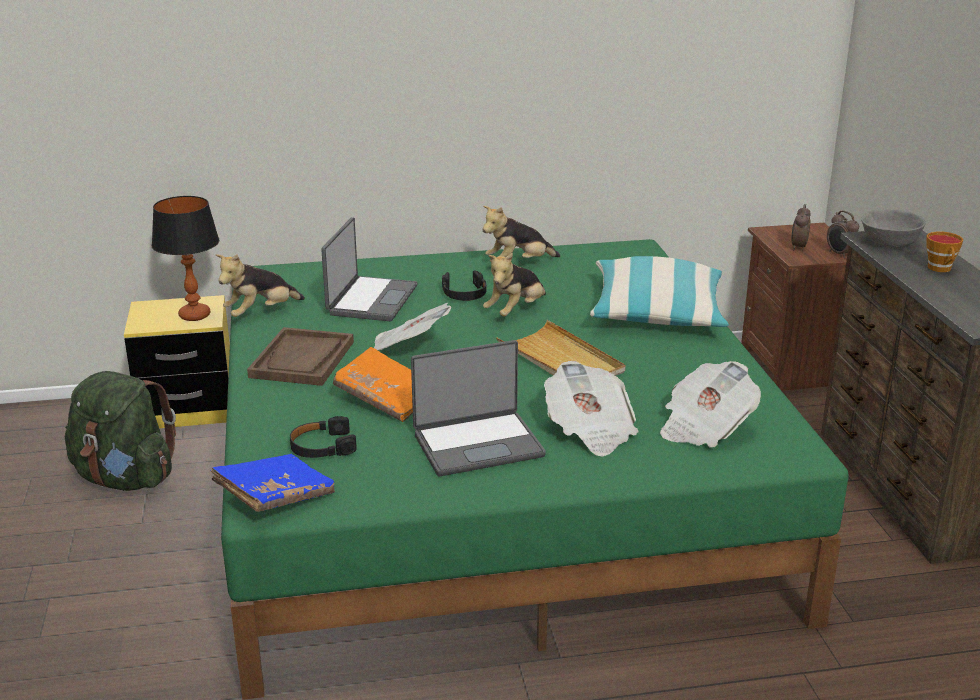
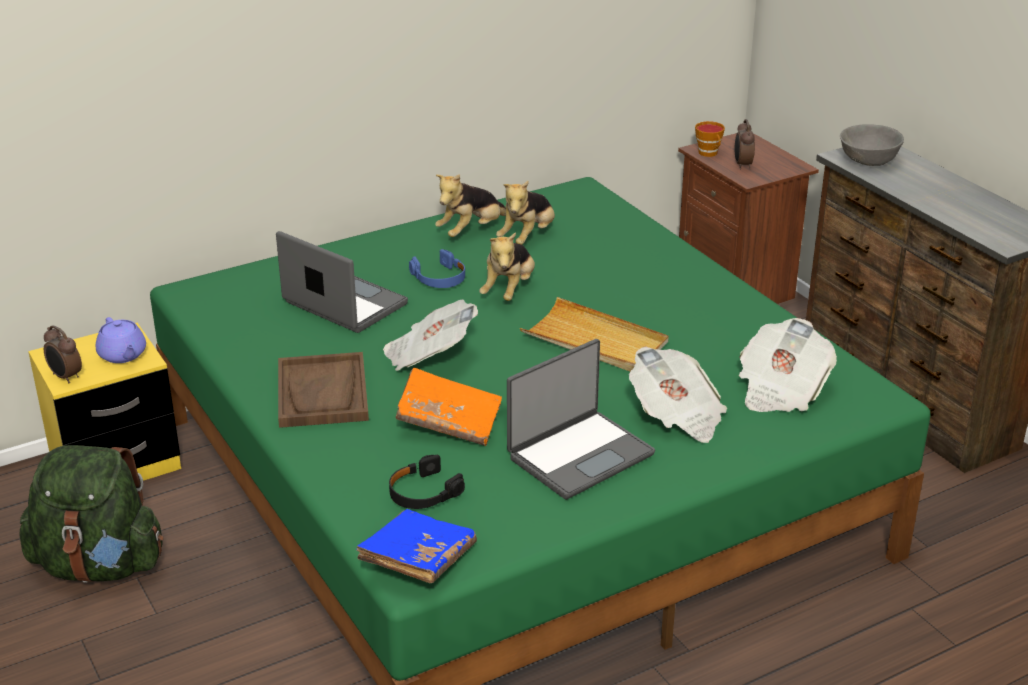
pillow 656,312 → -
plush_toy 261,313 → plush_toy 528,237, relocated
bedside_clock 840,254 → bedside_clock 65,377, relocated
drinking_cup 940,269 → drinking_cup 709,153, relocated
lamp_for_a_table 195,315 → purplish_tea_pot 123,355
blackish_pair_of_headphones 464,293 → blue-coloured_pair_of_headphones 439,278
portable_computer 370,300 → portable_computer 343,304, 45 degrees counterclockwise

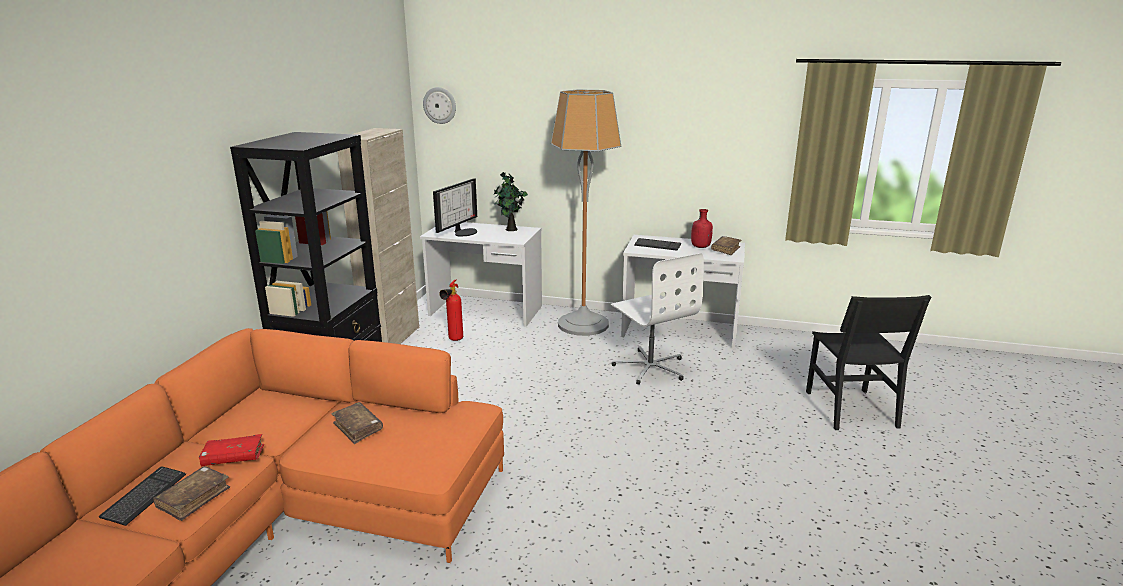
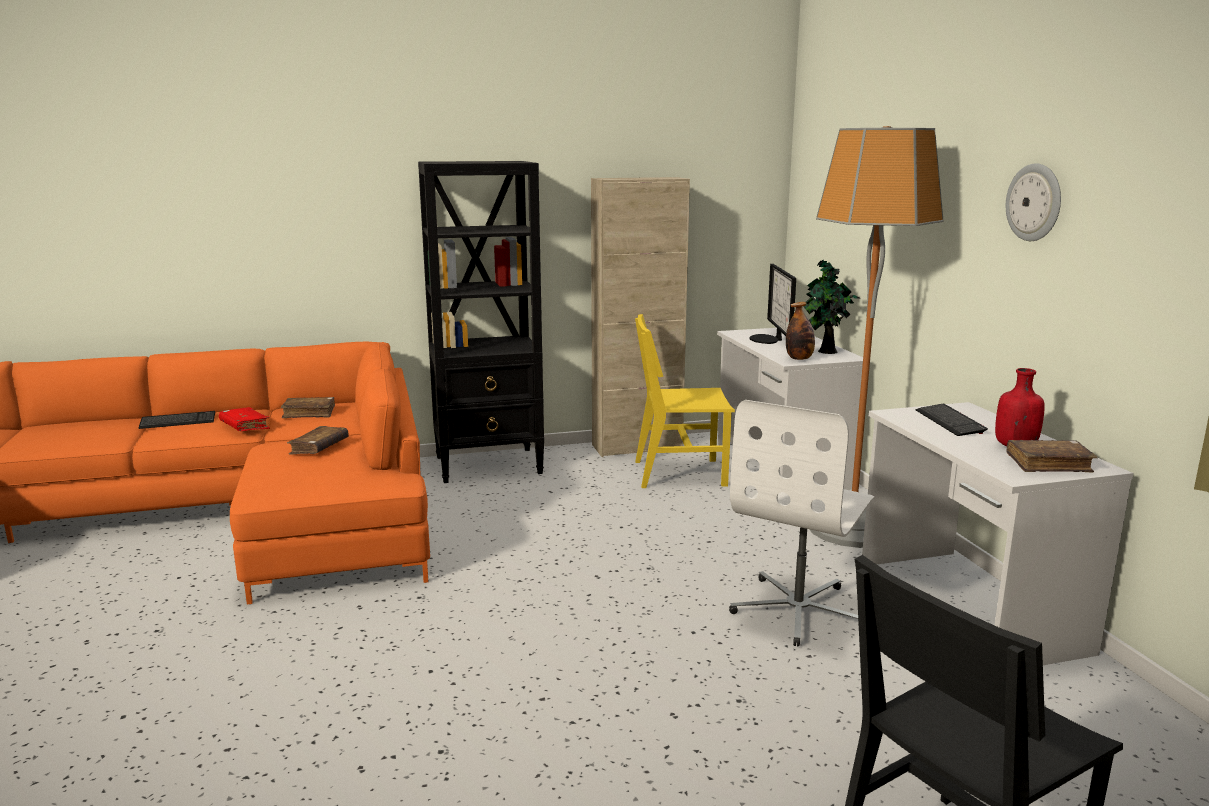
- → bottle 799,358
brown_bound_book 194,498 → brown_bound_book 309,413, relocated
clock_on_the_wall 440,105 → clock_on_the_wall 1034,202, relocated
extinguisher 454,340 → yellowish_plain_chair 679,473
computer_screen 463,232 → computer_screen 768,339, 90 degrees clockwise

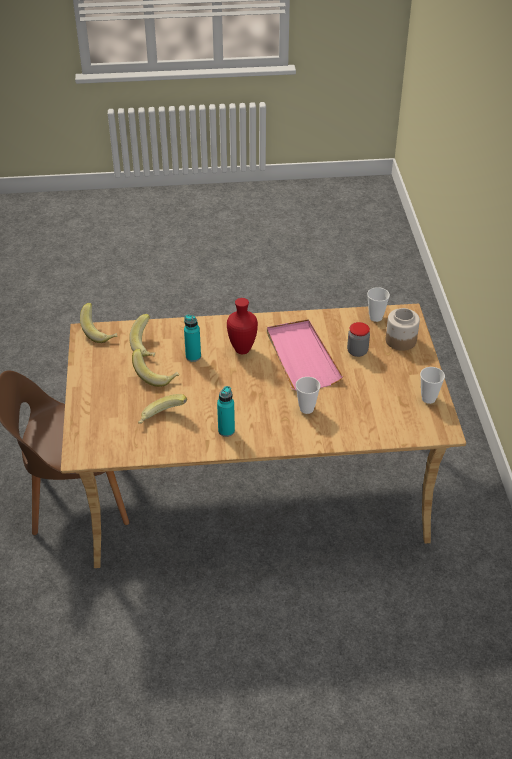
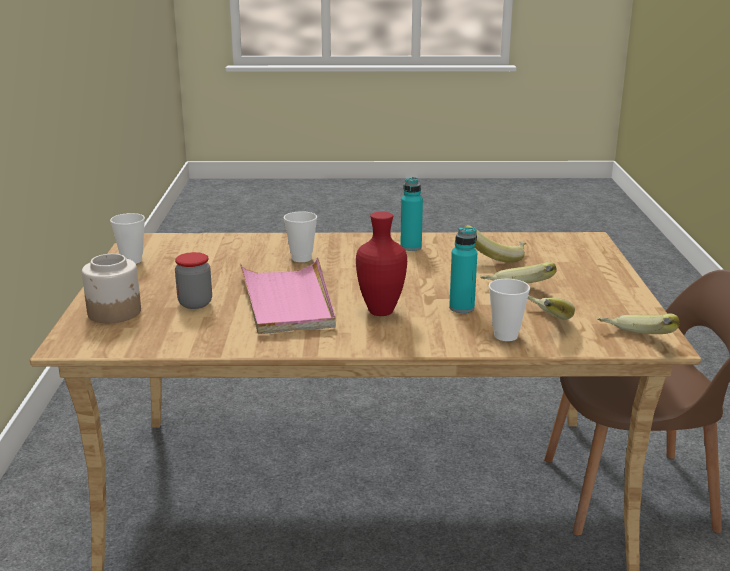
drinking_cup 376,317 → drinking_cup 505,336, relocated

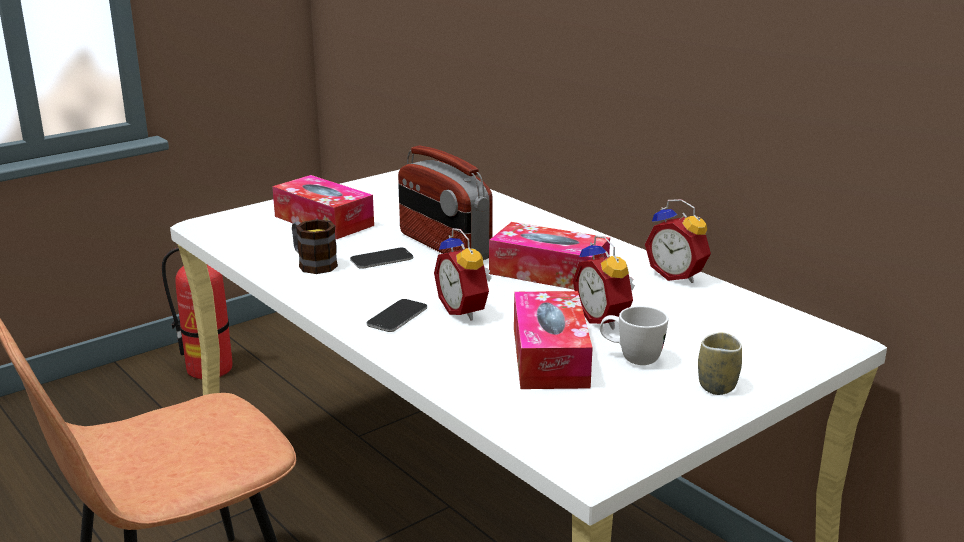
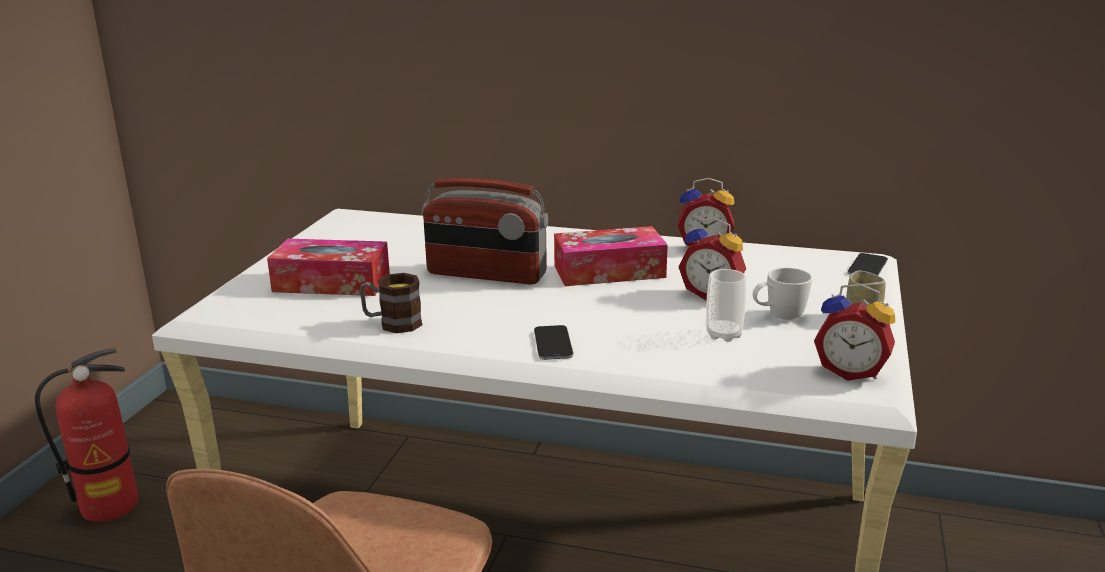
phone 381,259 → phone 867,267, relocated
bedside_clock 465,310 → bedside_clock 851,371, relocated
tissue_holder 550,357 → drinking_cup 723,335

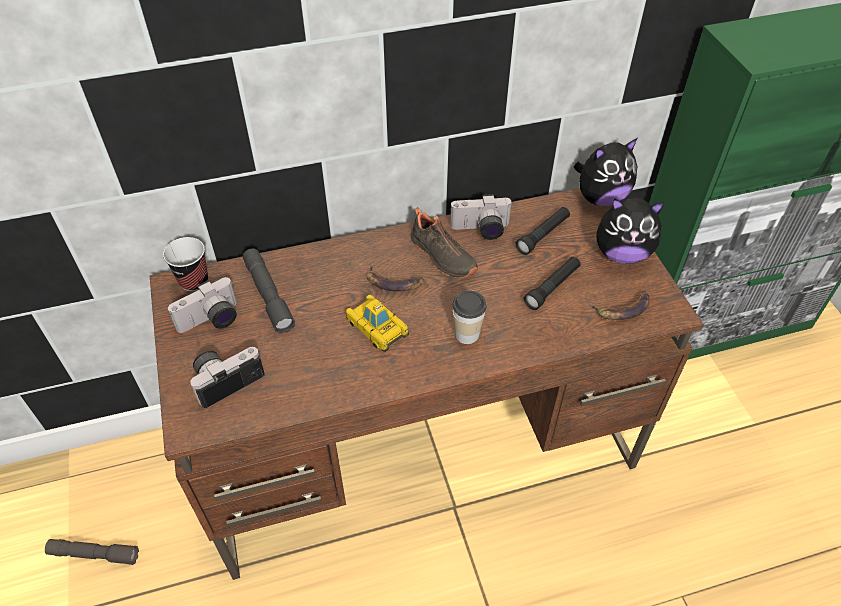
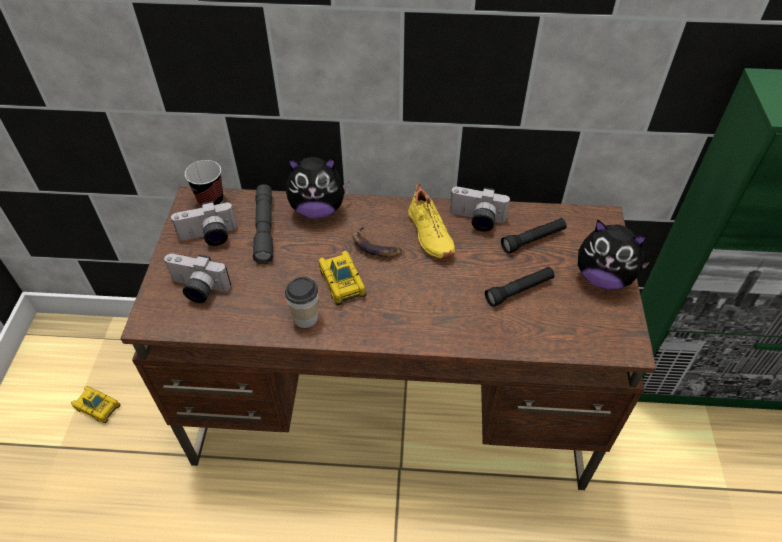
banana 623,309 → -
drinking_cup 467,334 → drinking_cup 306,318, relocated
plush_toy 600,197 → plush_toy 318,209, relocated
grey_torch 94,554 → model_car 97,406
blackish_low_shoe 441,257 → yellowish_low_shoe 428,235
still_camera 226,379 → still_camera 197,289, 150 degrees counterclockwise

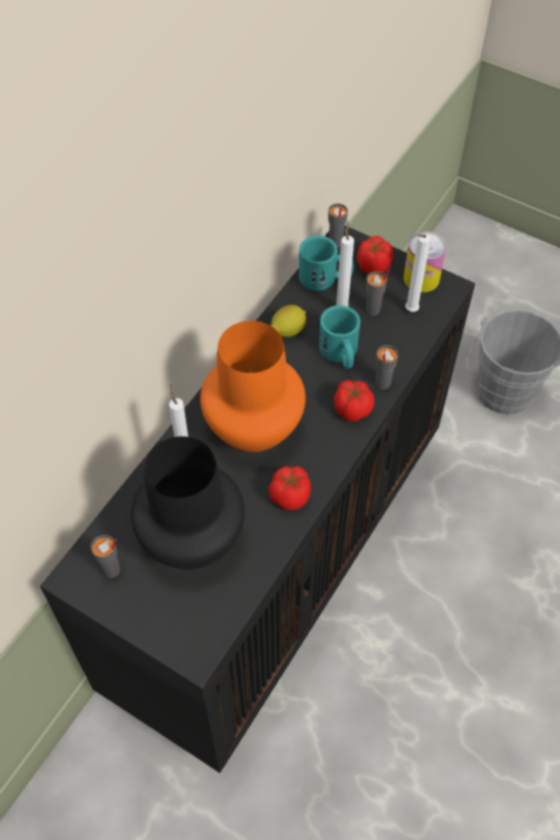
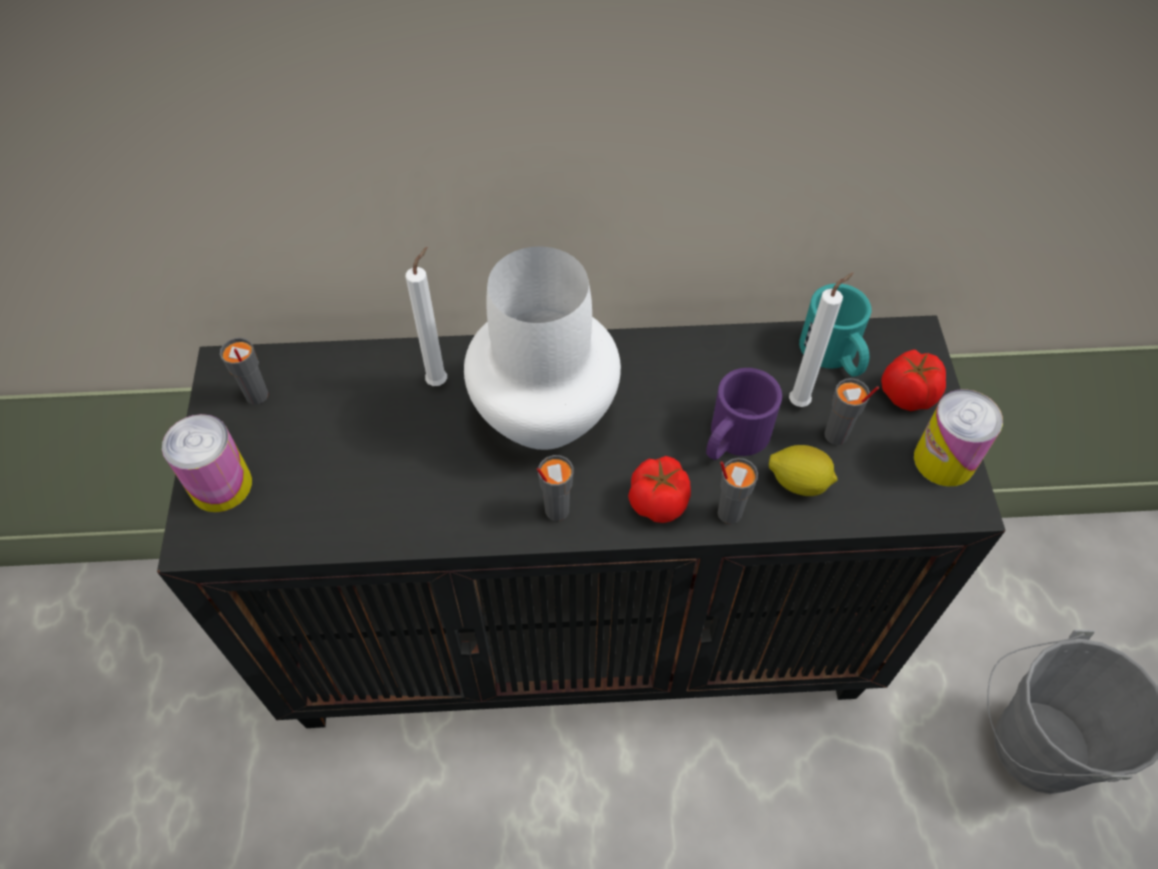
blackish_vase 190,539 → -
whole_tomato 290,495 → -
white_wax_light 409,311 → -
- → sealed_can 221,485
whole_lemon 287,331 → whole_lemon 798,482, relocated
grey_drinking_cup 335,242 → grey_drinking_cup 556,510, relocated
orange-coloured_vase 255,427 → white_vase 546,416
turquoise_coffee_mug 340,354 → purplish_coffee_mug 732,440

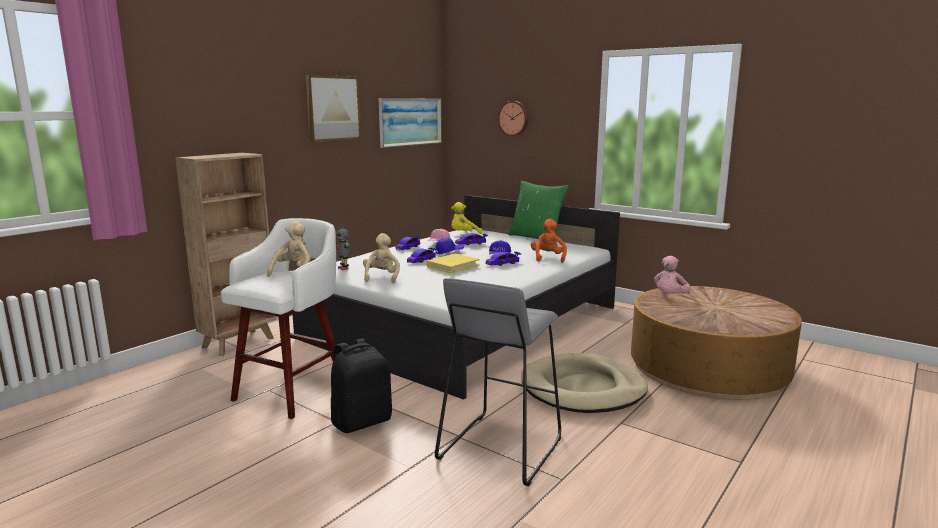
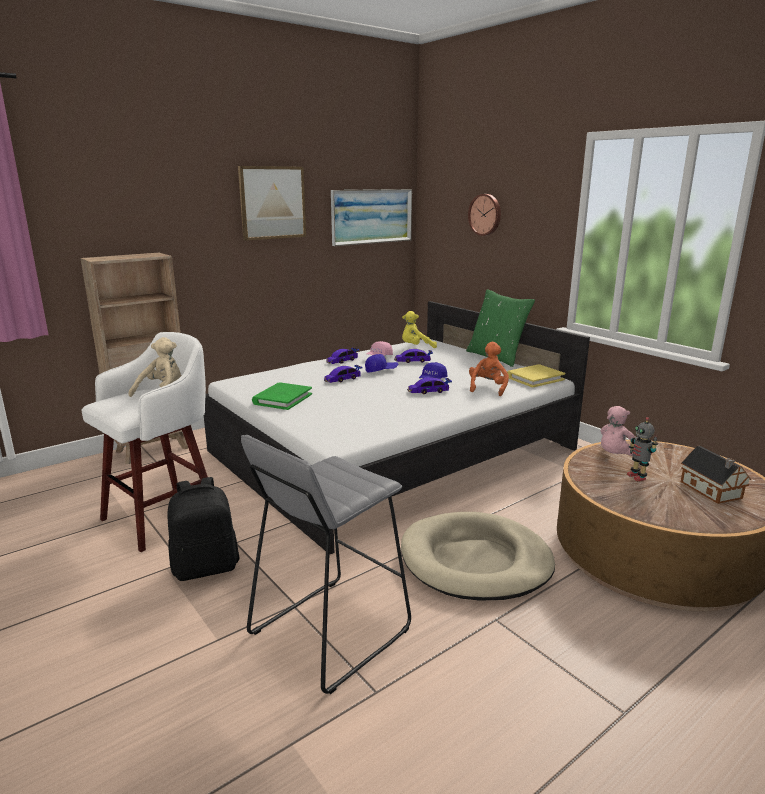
- → toy_house 712,491
robot_figure 344,268 → robot_figure 637,477, relocated
yellowish_bound_book 452,266 → yellowish_bound_book 535,378, relocated
beige-coloured_plush_toy 382,277 → greenish_bound_book 282,399

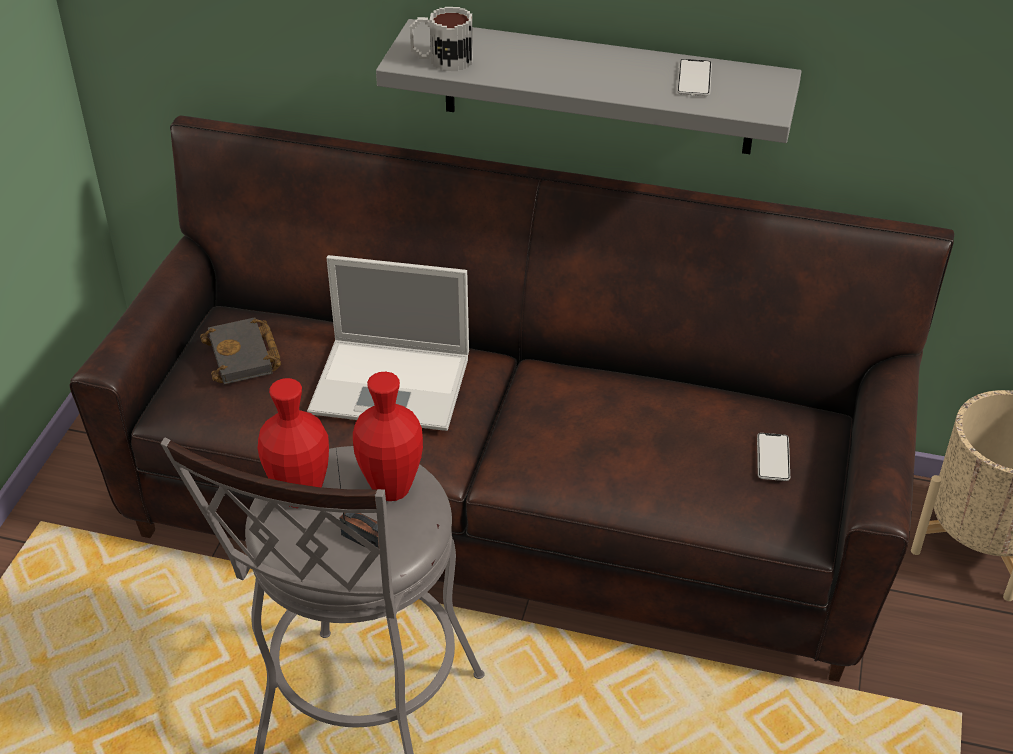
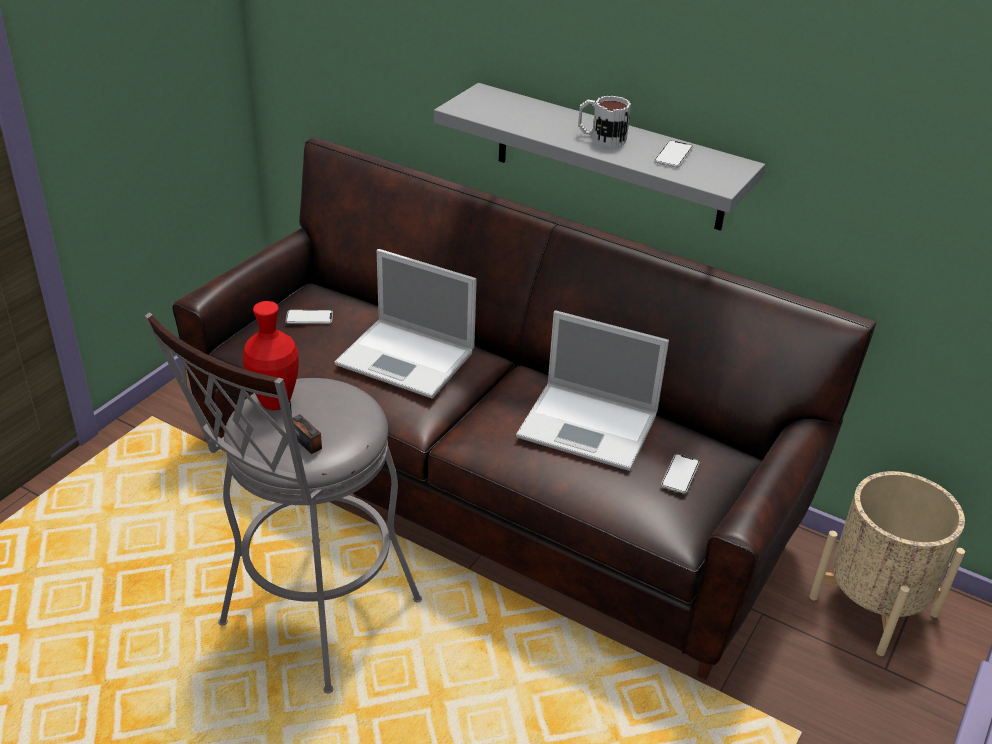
red_vase 391,489 → -
- → portable_computer 590,426
coffee_mug 442,60 → coffee_mug 601,138, relocated
blackish_bound_book 245,357 → phone 309,318

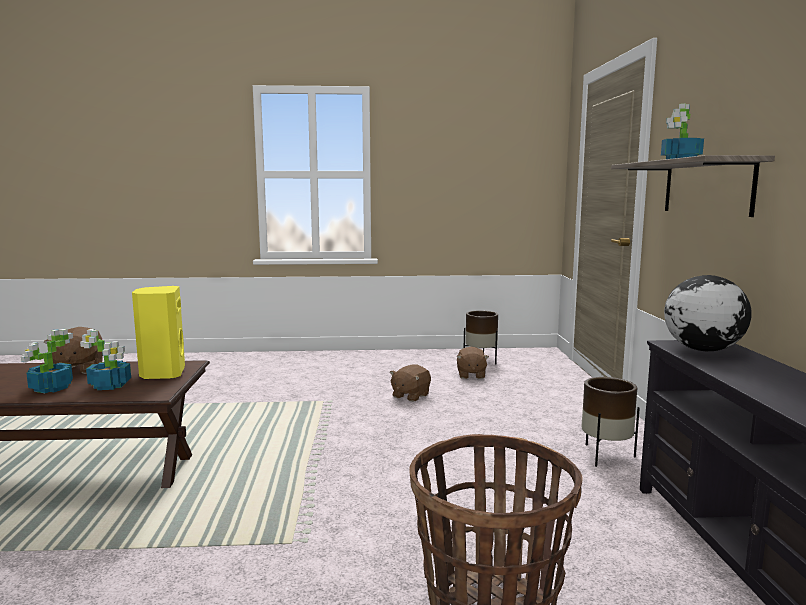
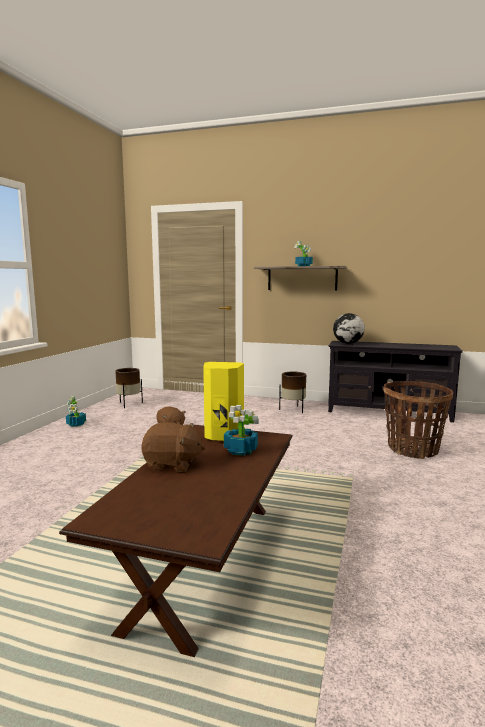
brown_plush_toy 471,375 → -
plant_in_a_pot 50,388 → plant_in_a_pot 76,424, relocated

